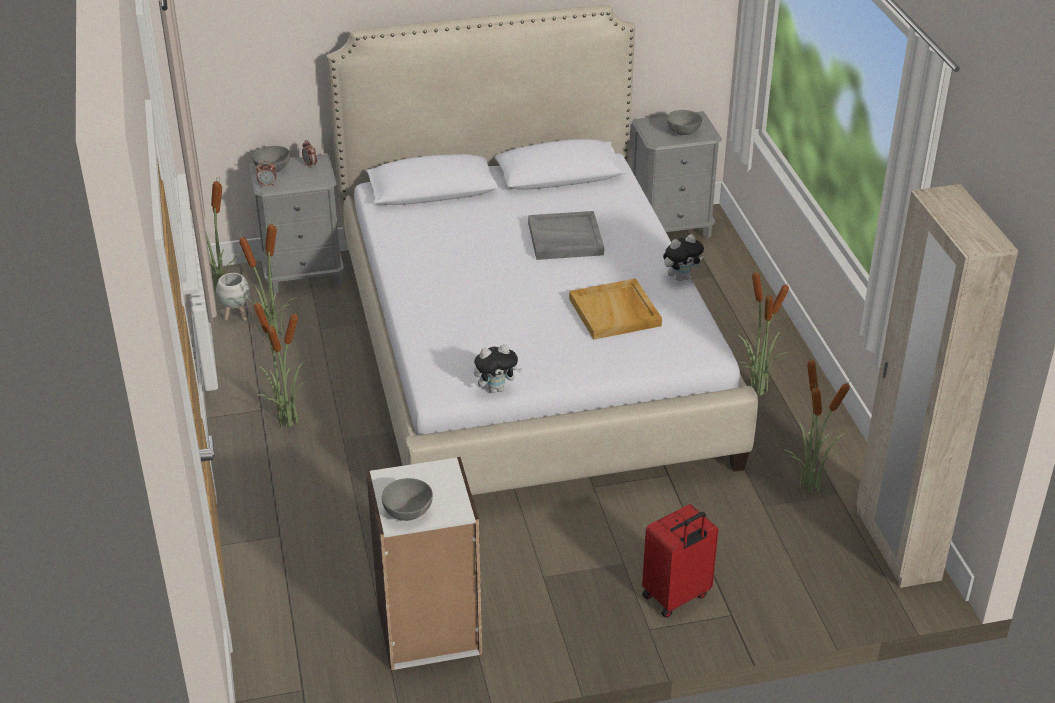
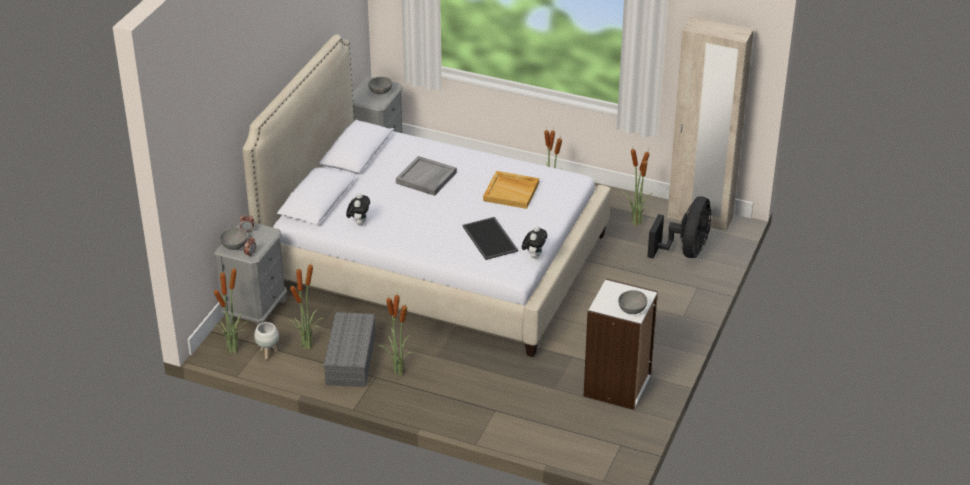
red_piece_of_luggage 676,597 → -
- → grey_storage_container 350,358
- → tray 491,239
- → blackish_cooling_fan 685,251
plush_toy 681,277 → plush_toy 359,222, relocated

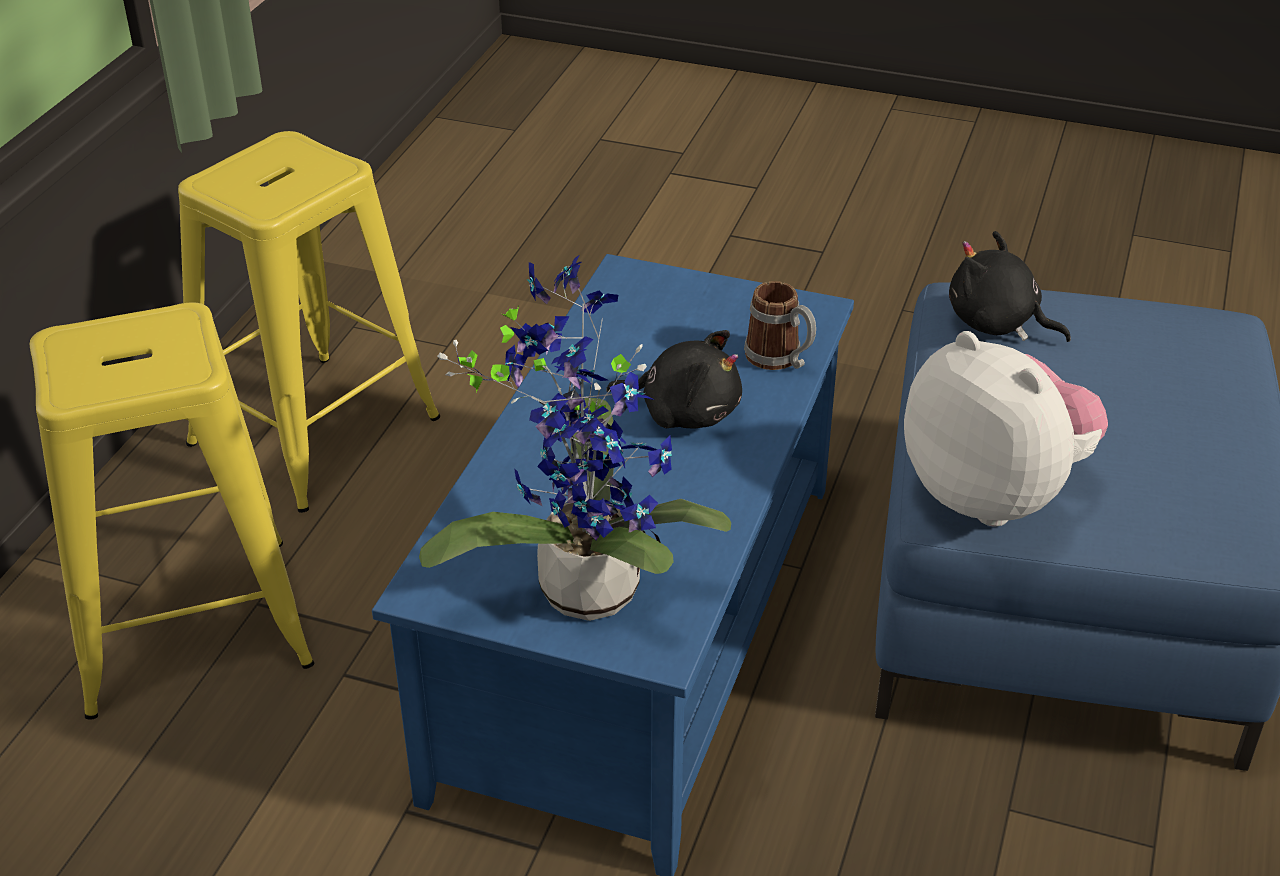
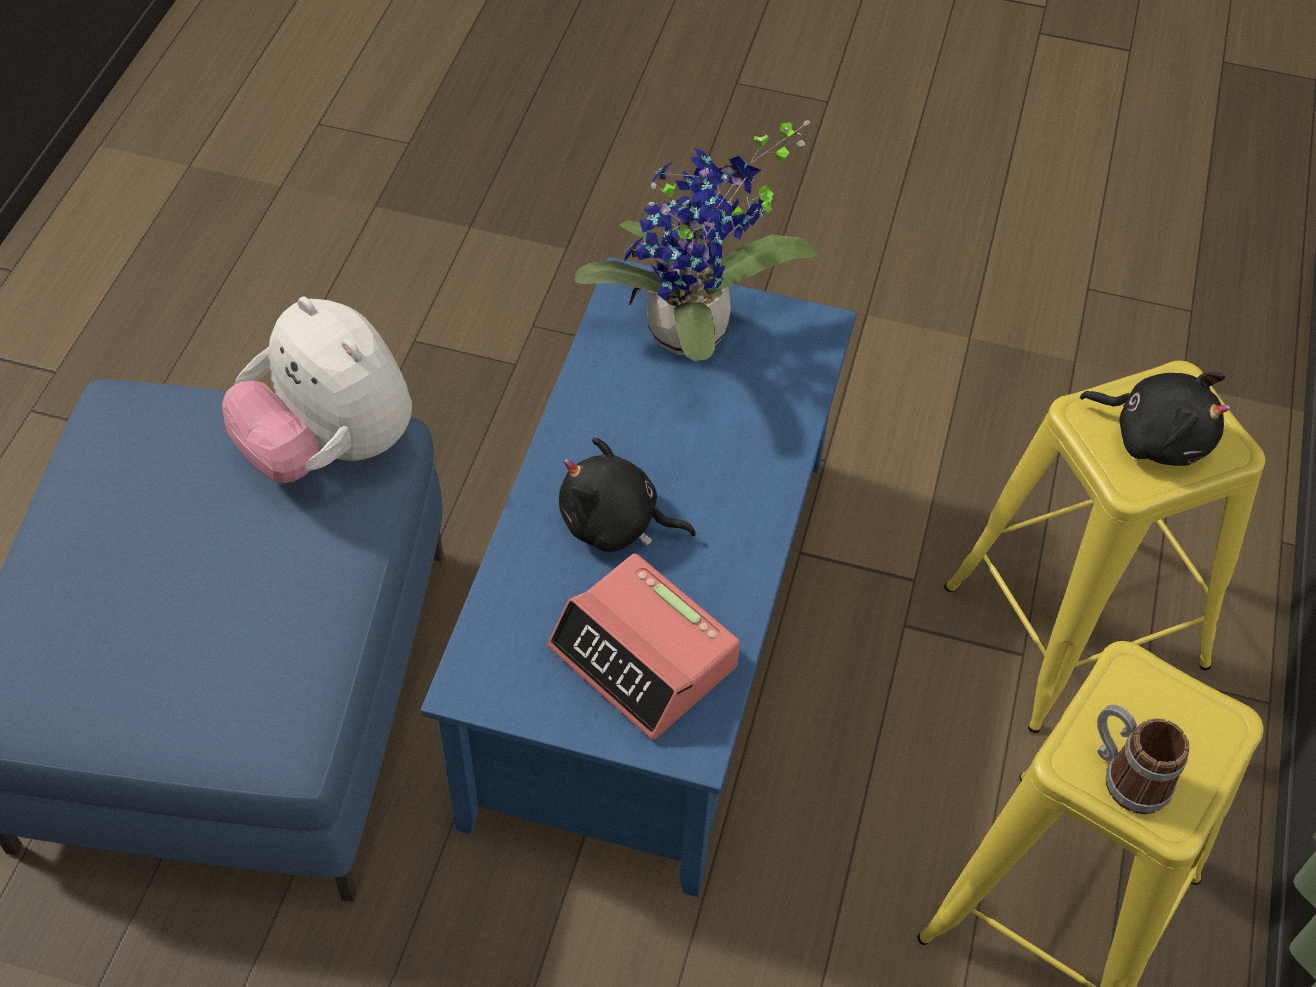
- → bedside_clock 644,658
coffee_mug 780,360 → coffee_mug 1125,775, relocated
blackish_plush_toy 997,324 → blackish_plush_toy 1154,436, relocated

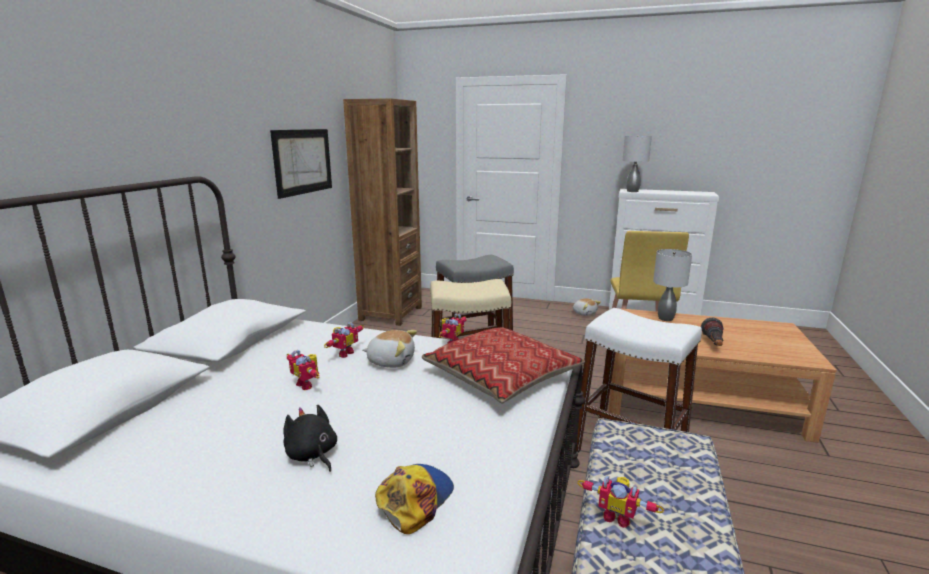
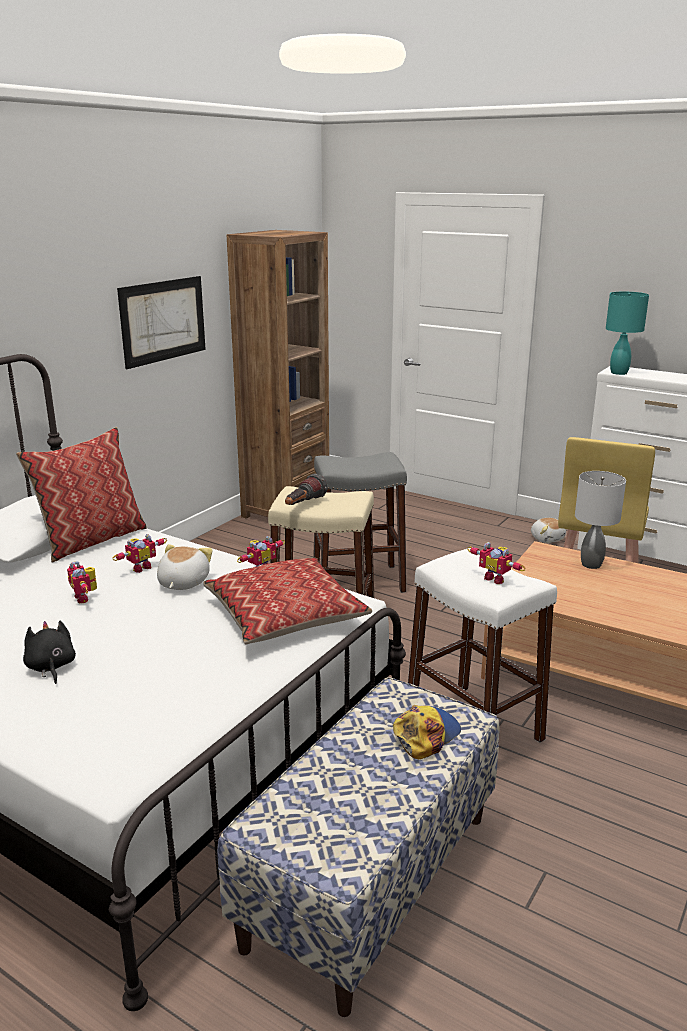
- → pillow 92,540
peaked_cap 414,499 → peaked_cap 425,734, relocated
robot_figure 617,517 → robot_figure 496,578, relocated
torch 713,344 → torch 303,505, relocated
grey_lamp_for_a_table 633,191 → turquoise_lamp_for_a_table 619,373
plush_toy 391,361 → plush_toy 182,583, 105 degrees counterclockwise

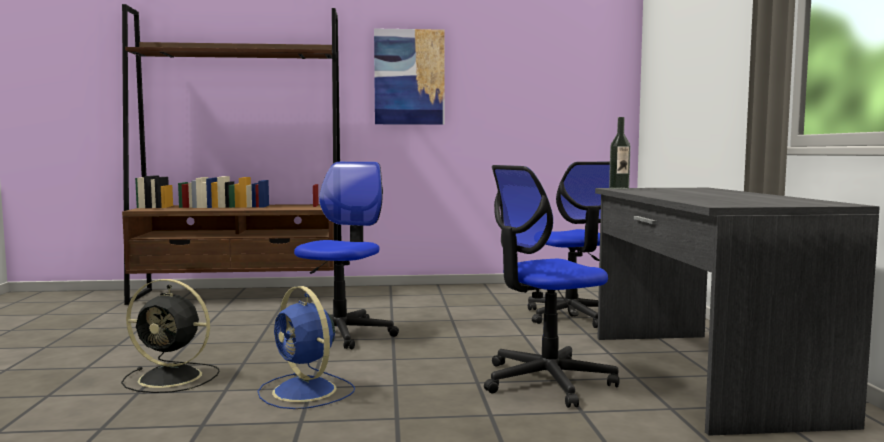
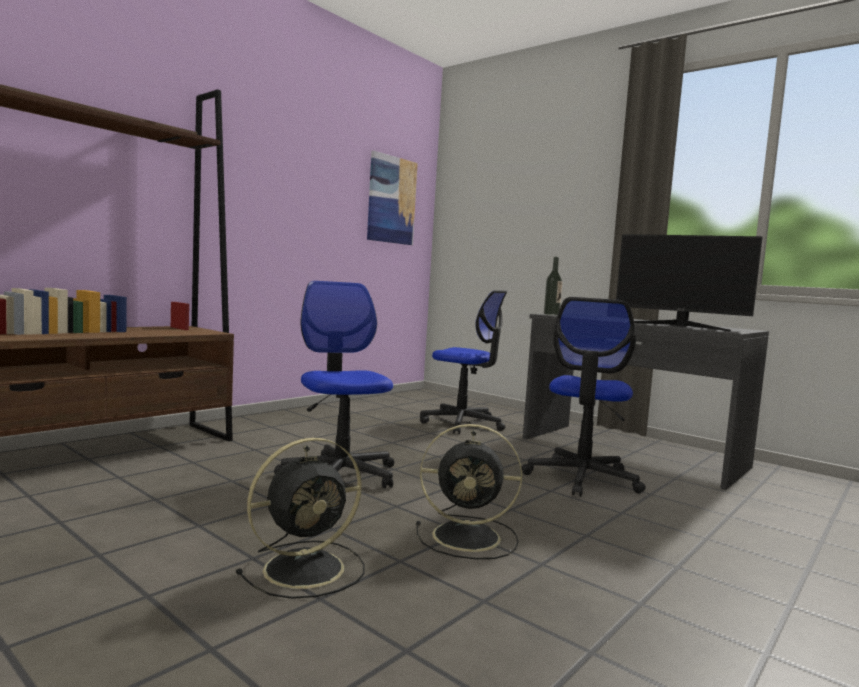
- → computer_screen 680,326
picture 409,77 → picture 391,200, relocated
blue-coloured_cooling_fan 306,391 → blackish_cooling_fan 469,537

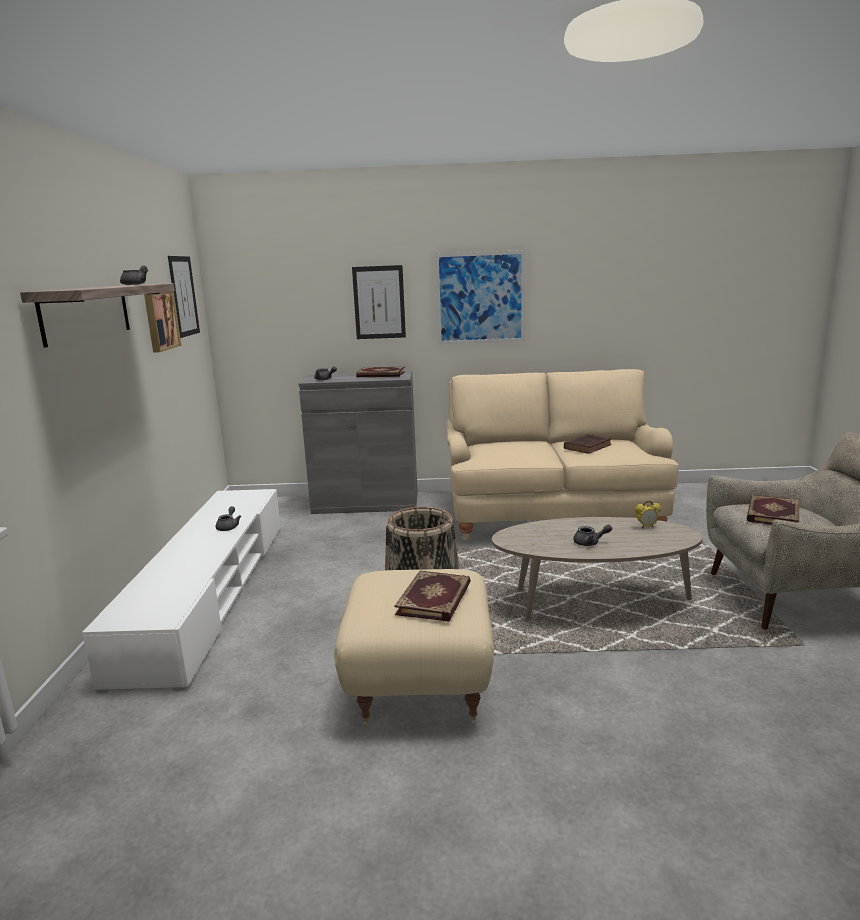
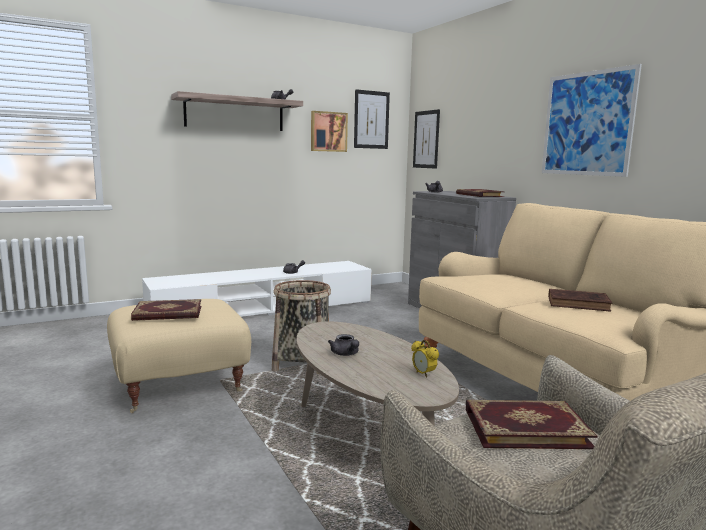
picture 379,302 → picture 426,139, relocated

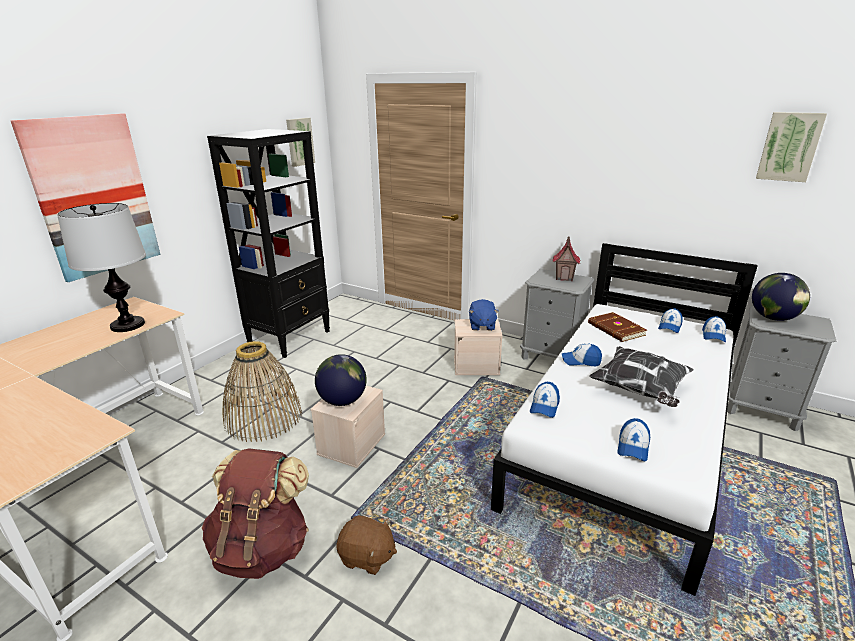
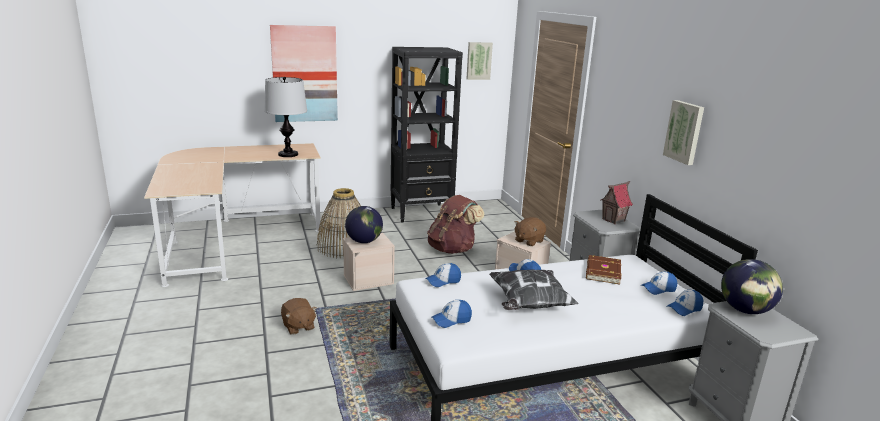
brown_knapsack 262,548 → brown_knapsack 452,249, relocated
picture 789,147 → picture 684,132, relocated
blue-coloured_plush_toy 482,325 → brown_plush_toy 528,241

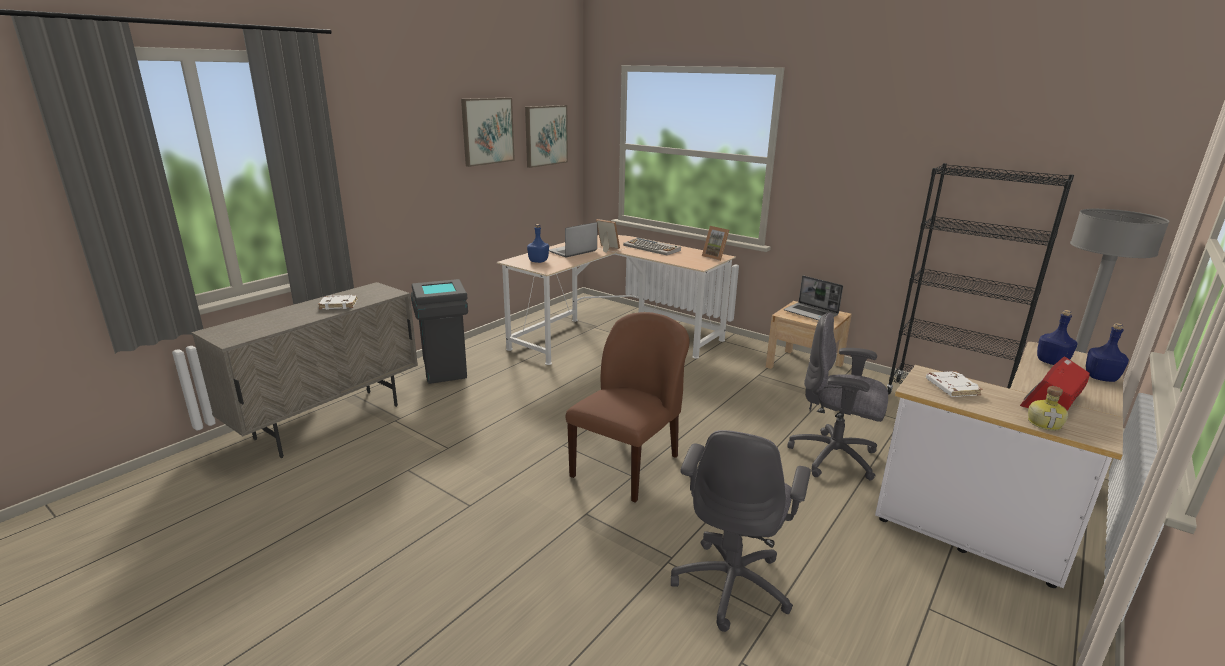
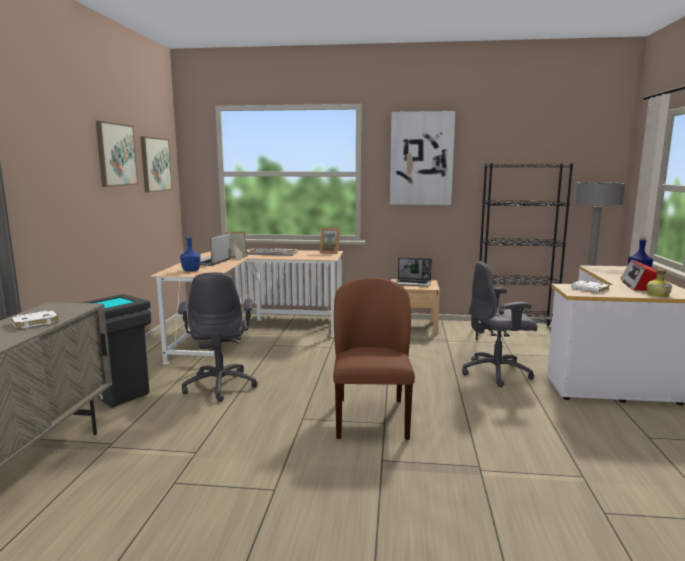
blue-coloured_bottle 1051,362 → -
- → picture 421,158
grey_desk_chair 732,584 → grey_desk_chair 220,385, relocated

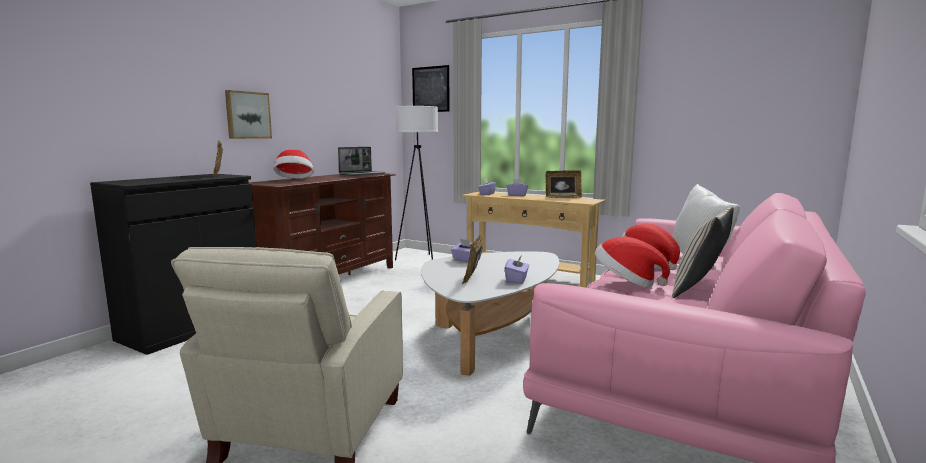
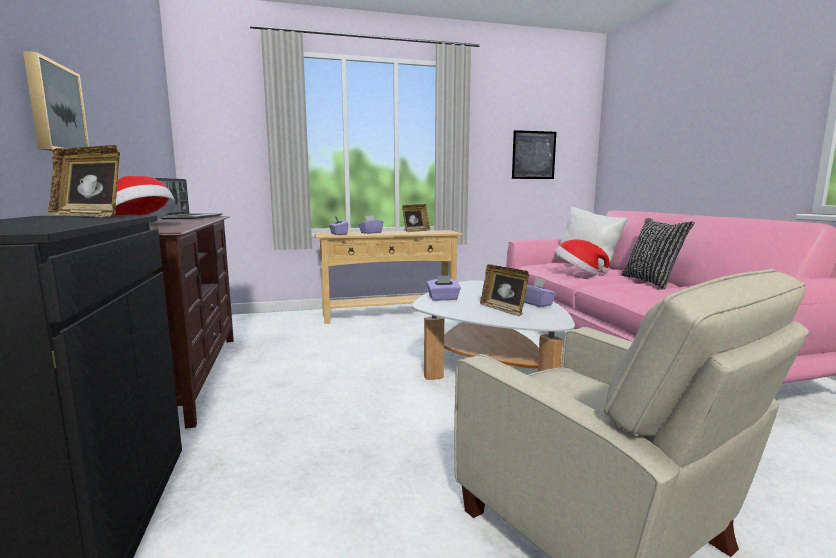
white_standard_lamp 419,260 → -
hat 626,282 → -
picture 430,89 → picture 533,155, relocated
beige-coloured_pillow 700,289 → blackish_pillow 651,281

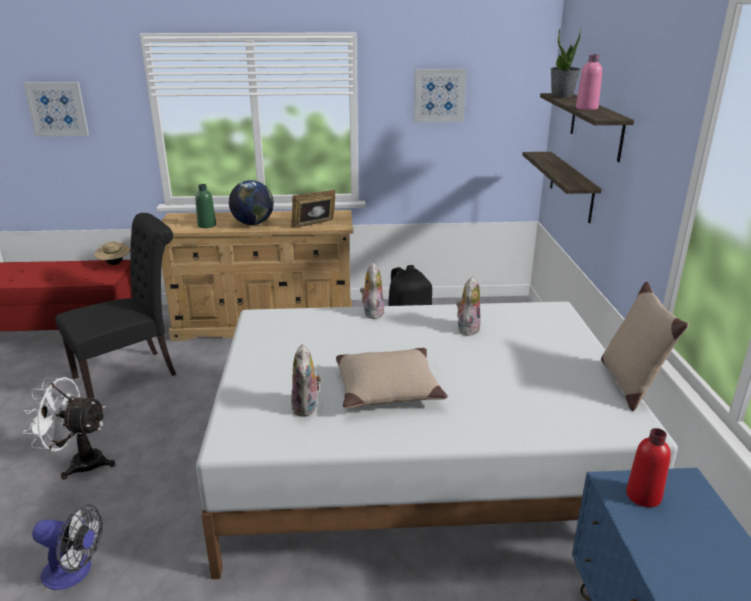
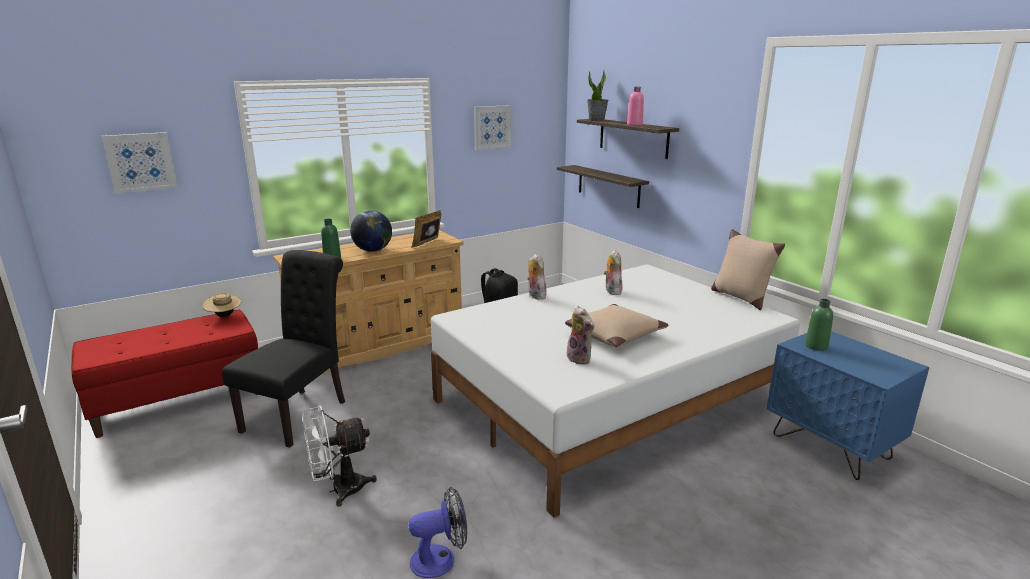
red_bottle 643,496 → greenish_bottle 816,346

